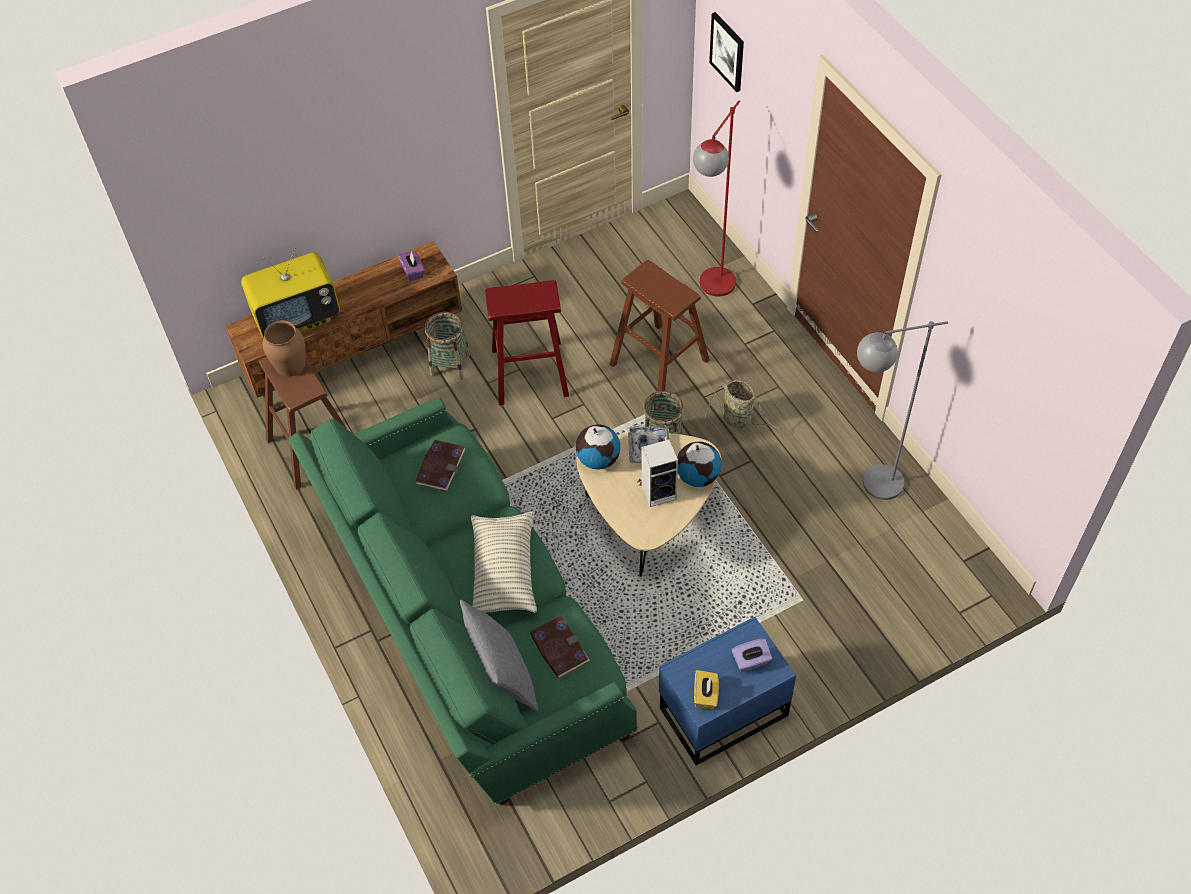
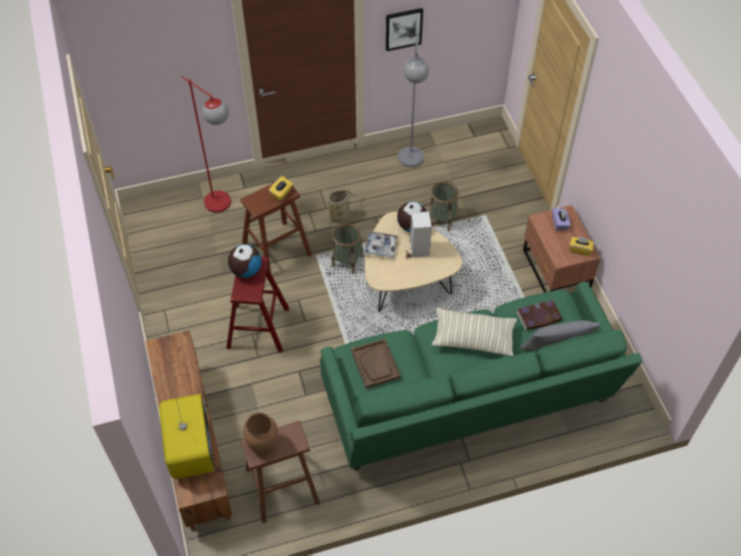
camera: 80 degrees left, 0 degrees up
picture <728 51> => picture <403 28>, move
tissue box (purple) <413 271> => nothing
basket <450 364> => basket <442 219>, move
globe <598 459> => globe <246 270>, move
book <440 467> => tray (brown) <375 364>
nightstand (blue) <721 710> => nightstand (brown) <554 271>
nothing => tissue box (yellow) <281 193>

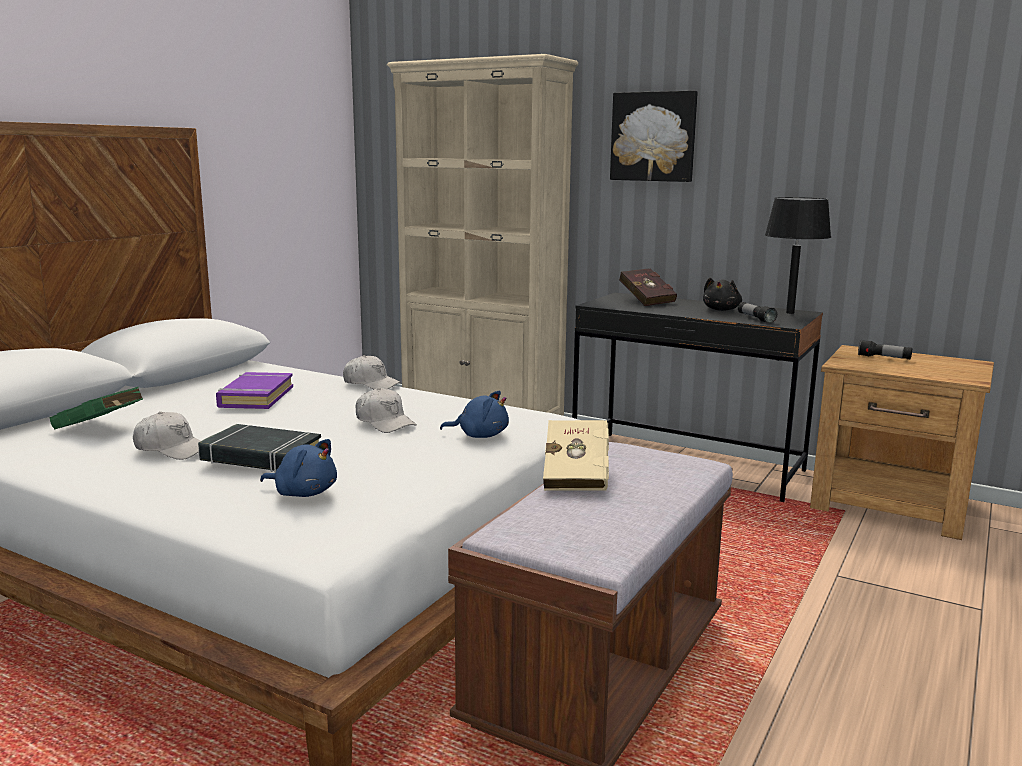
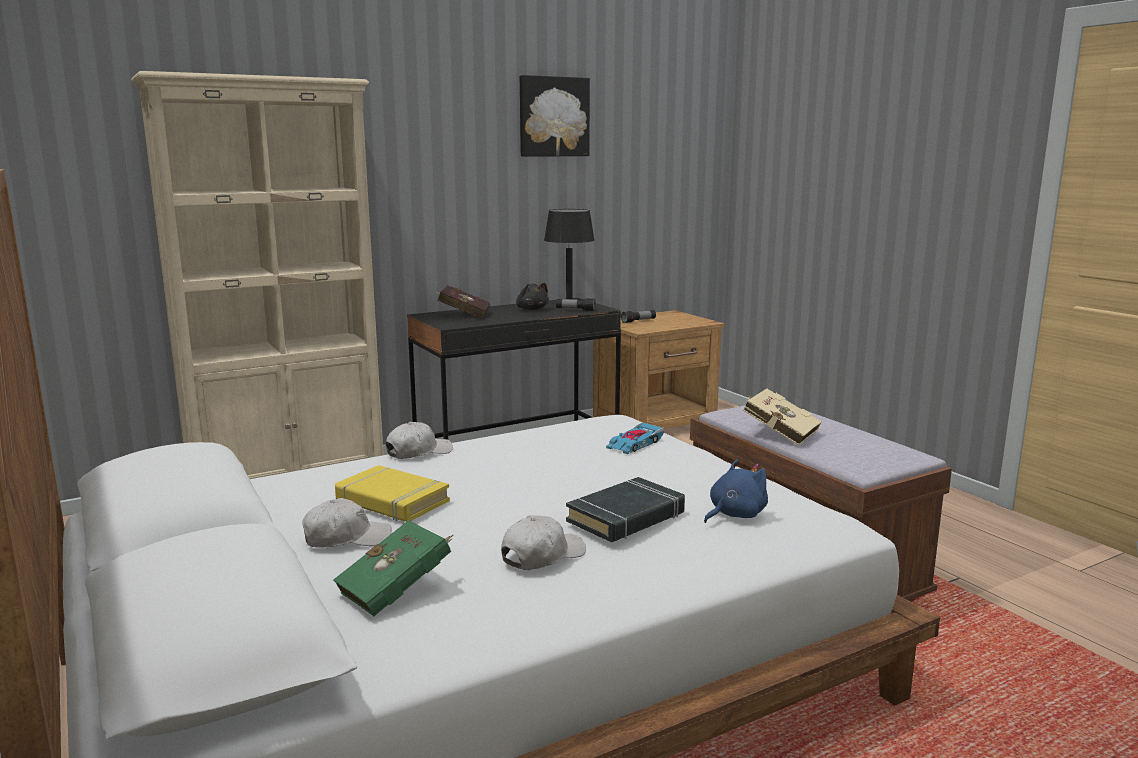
camera: 60 degrees left, 0 degrees up
picture <654 137> => picture <553 117>, move
book (purple) <256 397> => book (yellow) <391 501>
cap (white) <385 422> => cap (white) <346 538>, move
plush toy (blue) <480 435> => toy car <635 444>

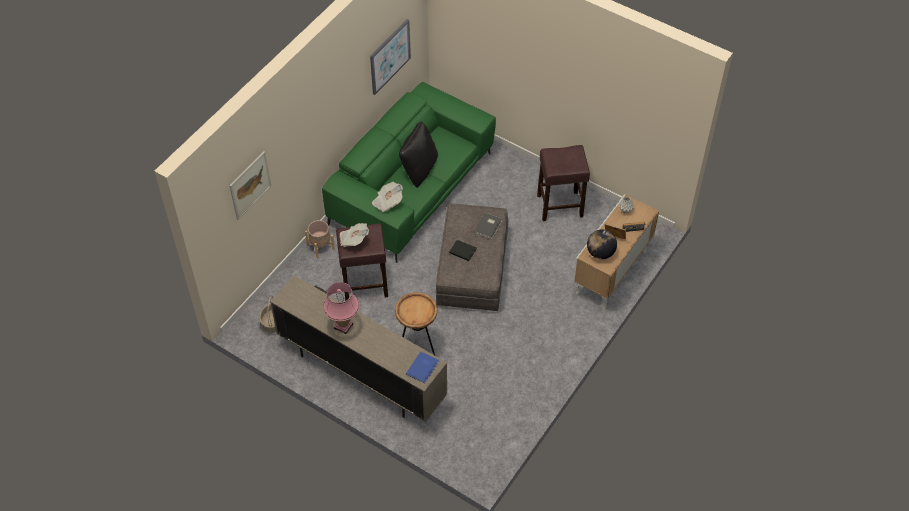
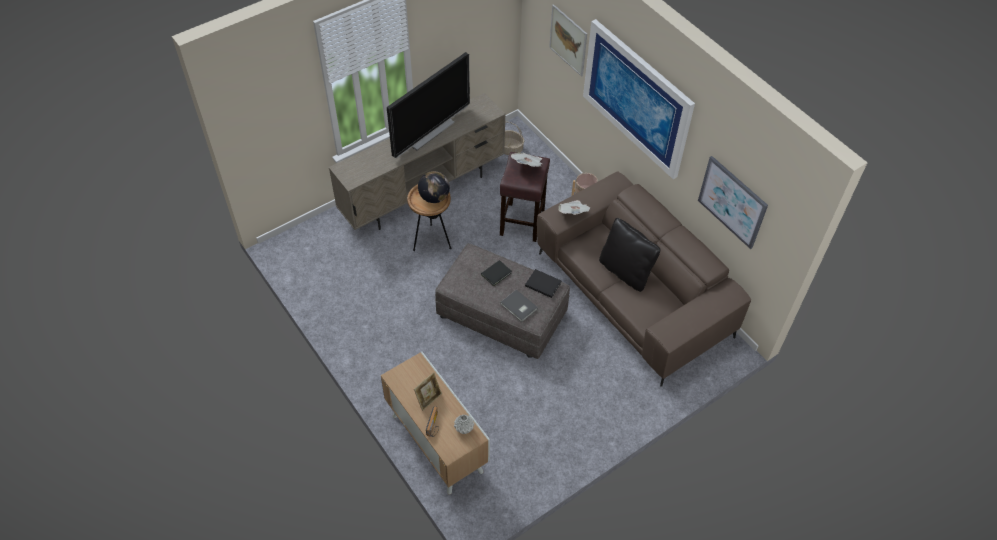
camera: 110 degrees right, 0 degrees up
sofa (green) <411 189> => sofa (brown) <633 295>
stool (brown) <560 206> => nothing
globe <600 253> => globe <434 197>, move
table lamp (pink) <343 326> => television <429 132>
book (blue) <423 368> => nothing
nothing => picture <636 98>
nothing => book (black) <543 283>

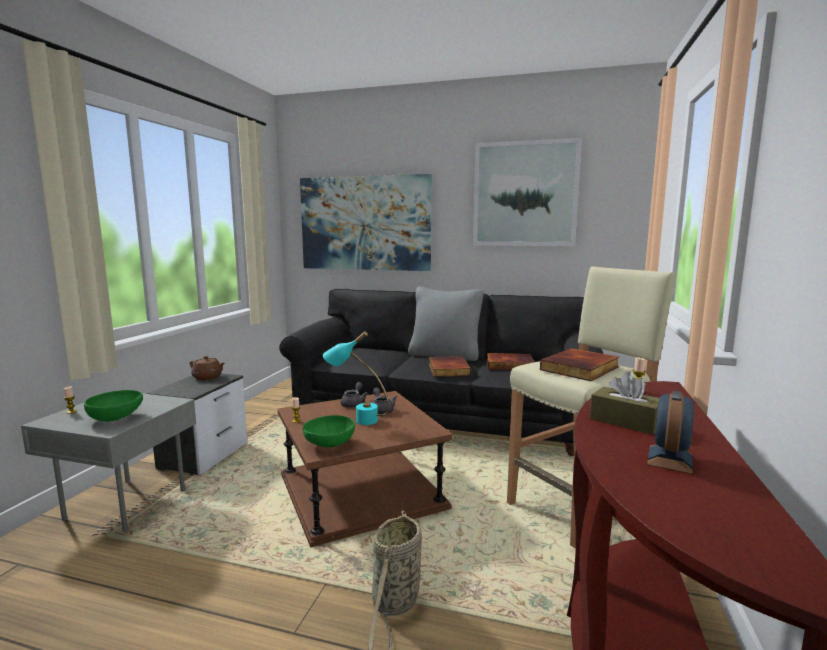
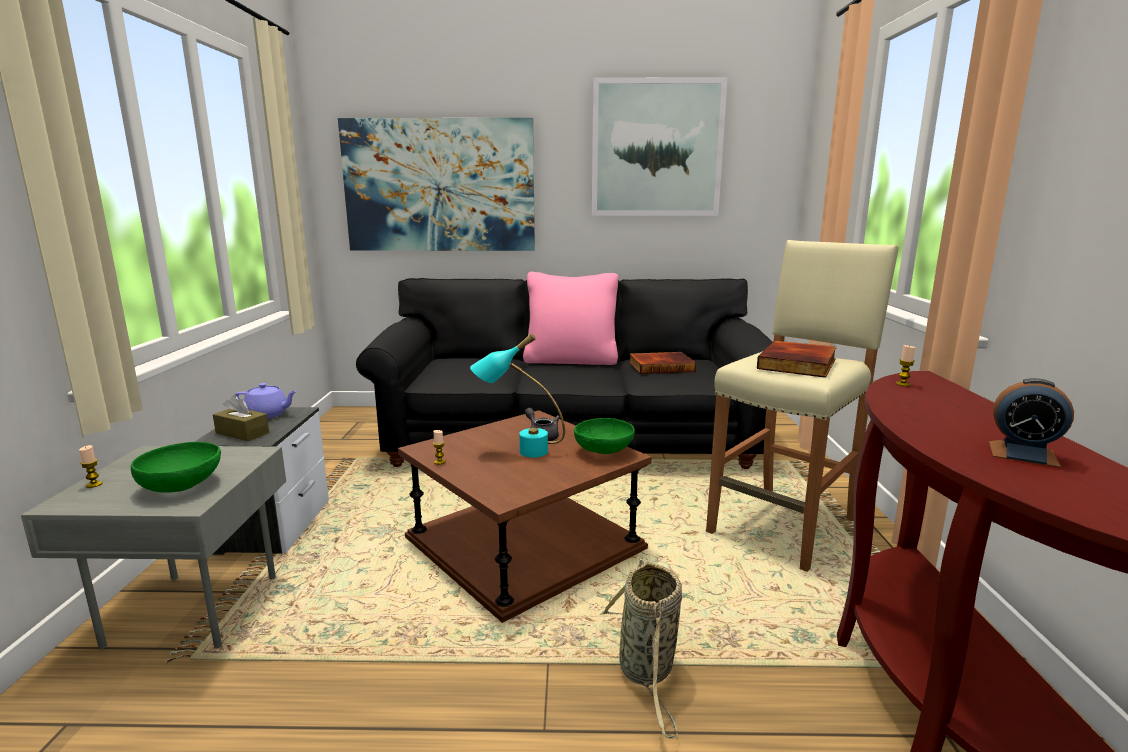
camera: 15 degrees left, 5 degrees up
pillow (grey) <445 355> => pillow (pink) <571 360>
teapot (brown) <208 377> => teapot (purple) <268 414>
book <447 369> => nothing
tissue box (brown) <625 422> => tissue box (brown) <242 433>, move
teapot (grey) <354 403> => nothing
alarm clock <670 459> => alarm clock <1023 454>, 75 degrees counterclockwise
bowl (green) <329 445> => bowl (green) <604 452>, move

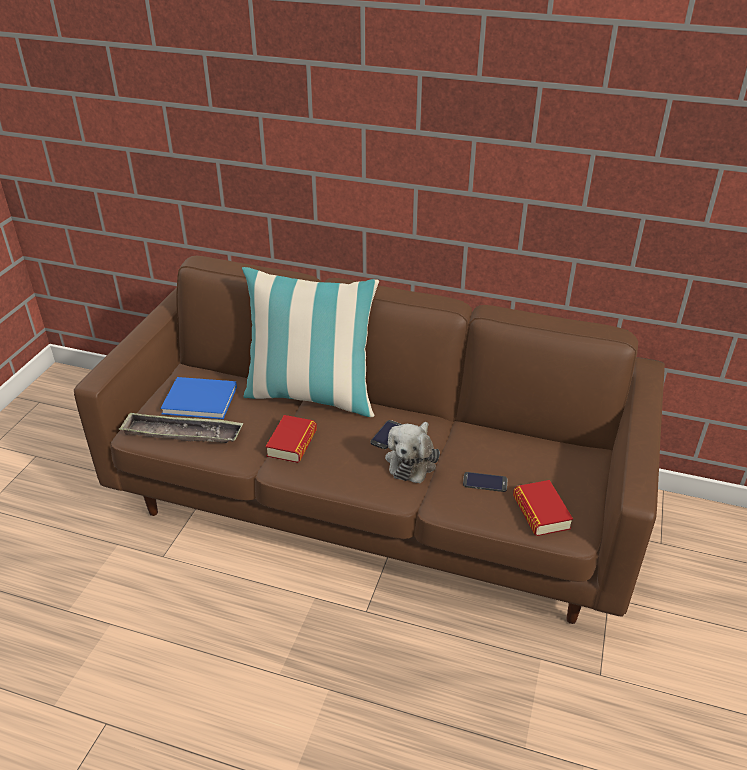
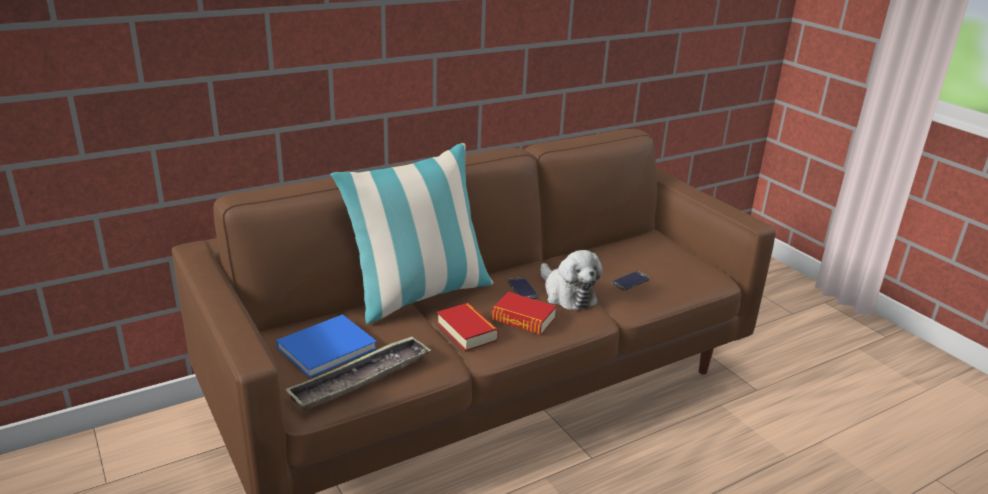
camera: 50 degrees left, 10 degrees down
book <541 512> => book <523 319>, move

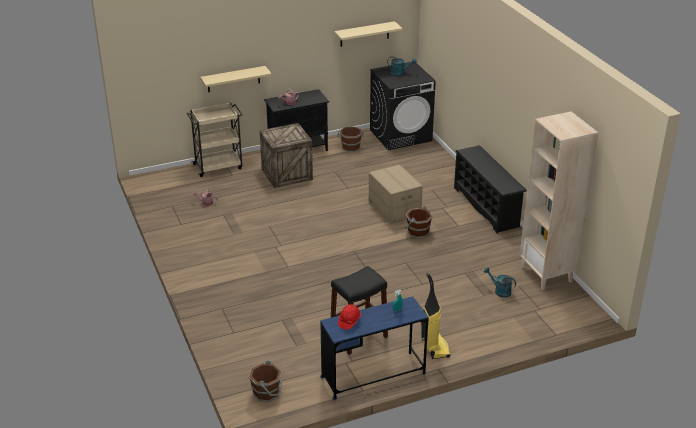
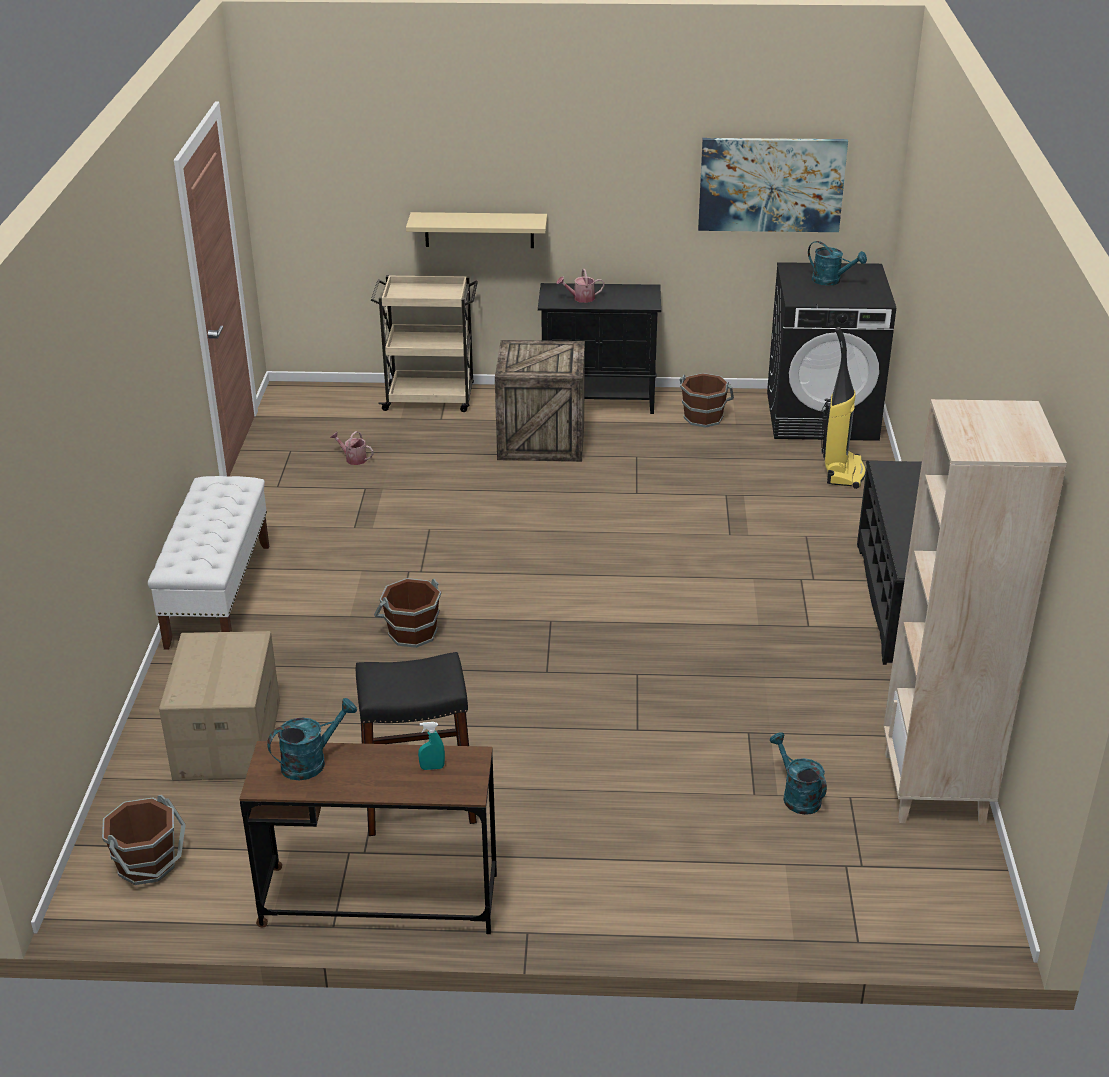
camera: 25 degrees right, 0 degrees up
shelf (beige) <364 34> => picture <771 184>
cardboard box <394 209> => cardboard box <226 739>, move
bucket (brown) <417 232> => bucket (brown) <412 632>, move
vacuum cleaner <434 347> => vacuum cleaner <842 472>, move
desk (blue) <373 376> => desk (brown) <380 900>
hard hat (red) <349 321> => watering can (turquoise) <311 761>
nothing => bench (white) <219 594>

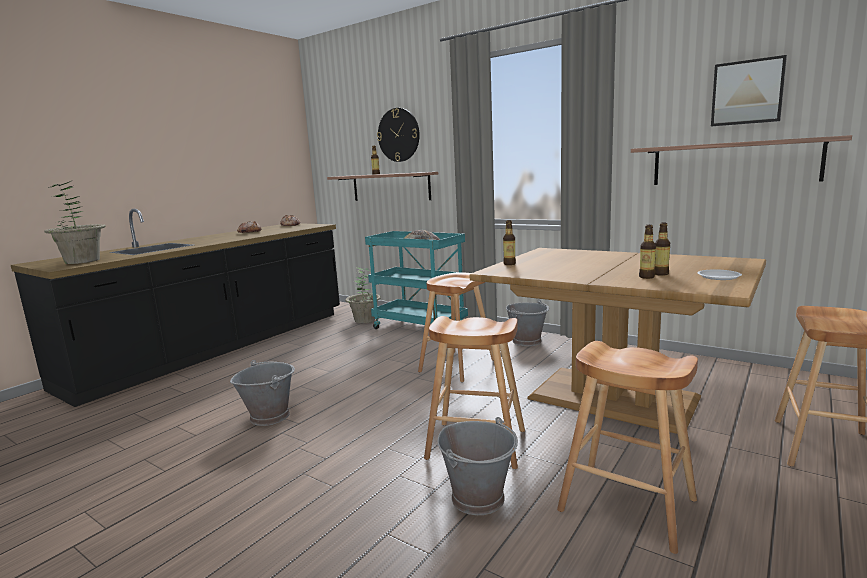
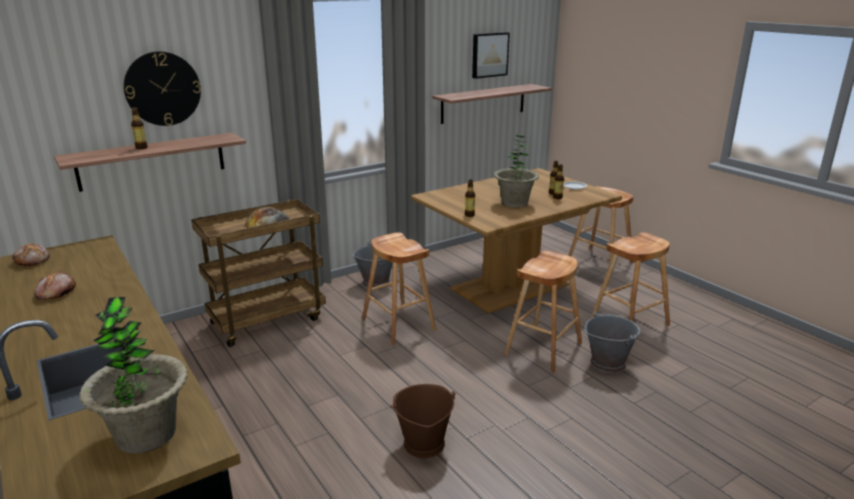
camera: 70 degrees left, 10 degrees up
cart (turquoise) <420 327> => cart (brown) <268 320>
potted plant <365 320> => potted plant <514 203>, move
bucket (grey) <270 416> => bucket (brown) <423 443>

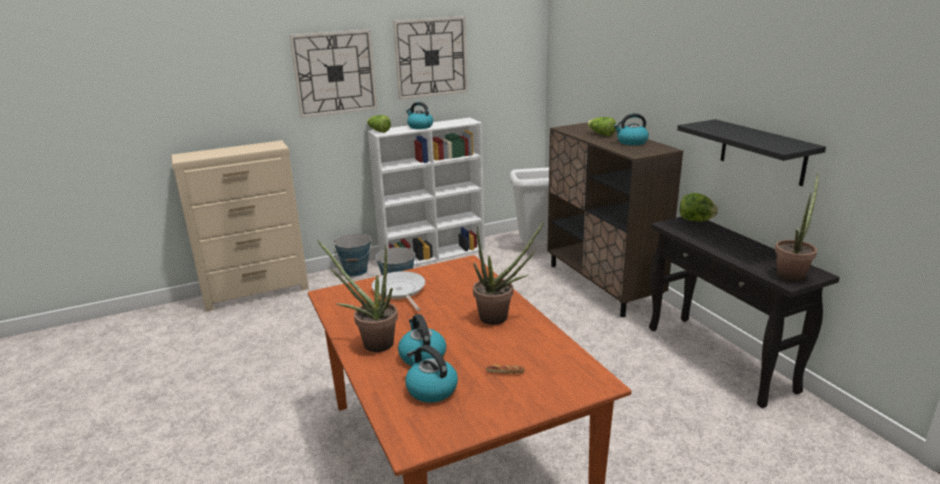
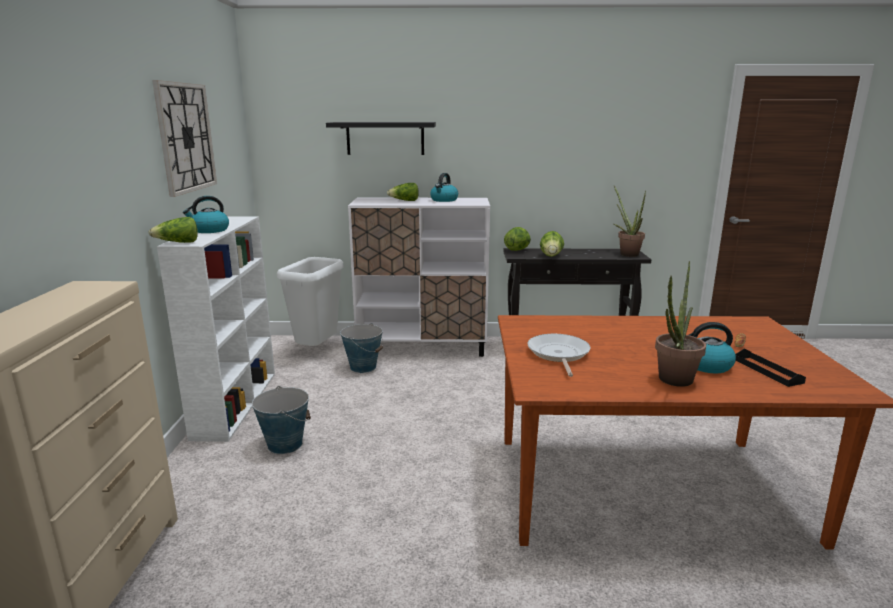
camera: 65 degrees left, 5 degrees down
wall clock <335 73> => nothing
shelf (black) <762 152> => shelf (black) <385 138>, move
cabinet (brown) <602 284> => cabinet (white) <423 347>
potted plant <500 317> => nothing
bucket <356 271> => bucket <363 367>, move
frying pan <400 291> => frying pan <558 354>, 90 degrees clockwise
kettle <431 389> => tray (black) <768 371>
nothing => lettuce <551 256>

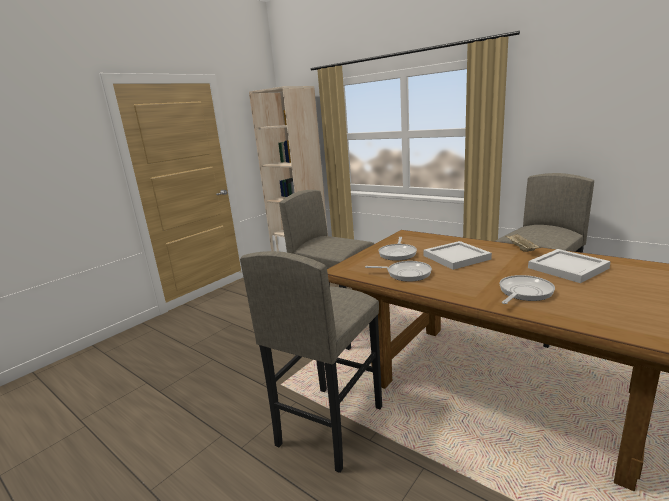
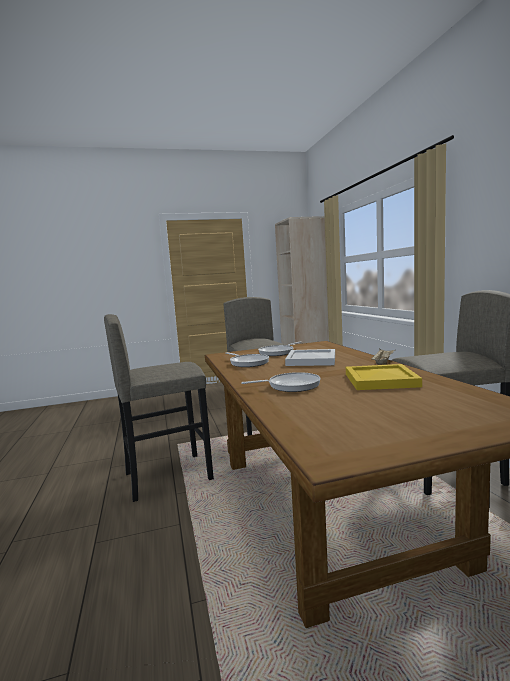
camera: 35 degrees right, 10 degrees down
tray (white) <569 268> => tray (yellow) <382 380>

